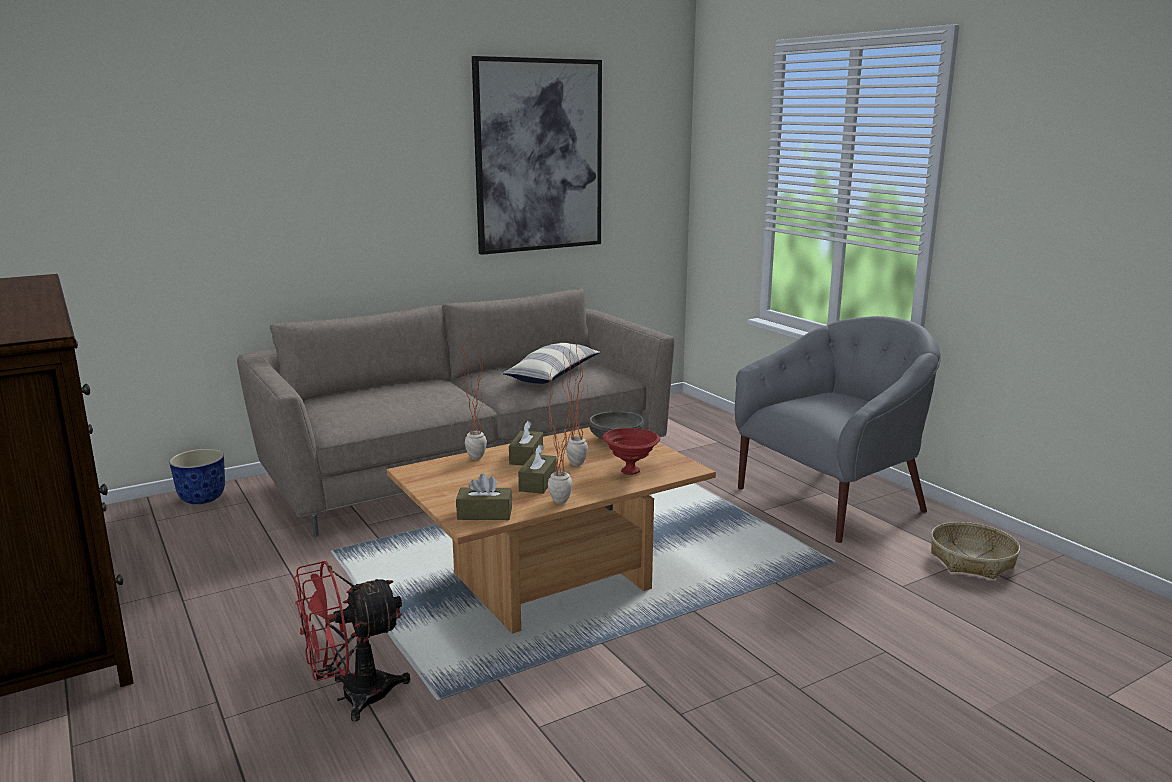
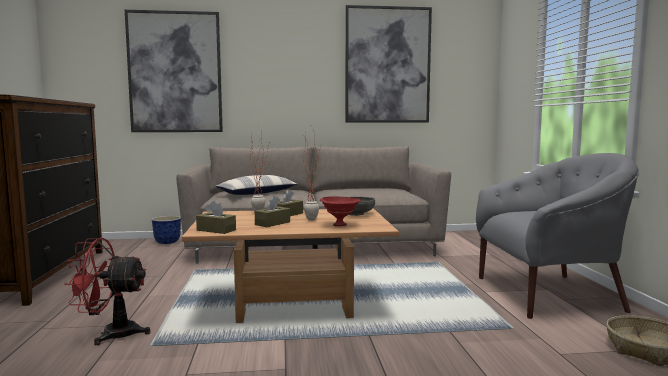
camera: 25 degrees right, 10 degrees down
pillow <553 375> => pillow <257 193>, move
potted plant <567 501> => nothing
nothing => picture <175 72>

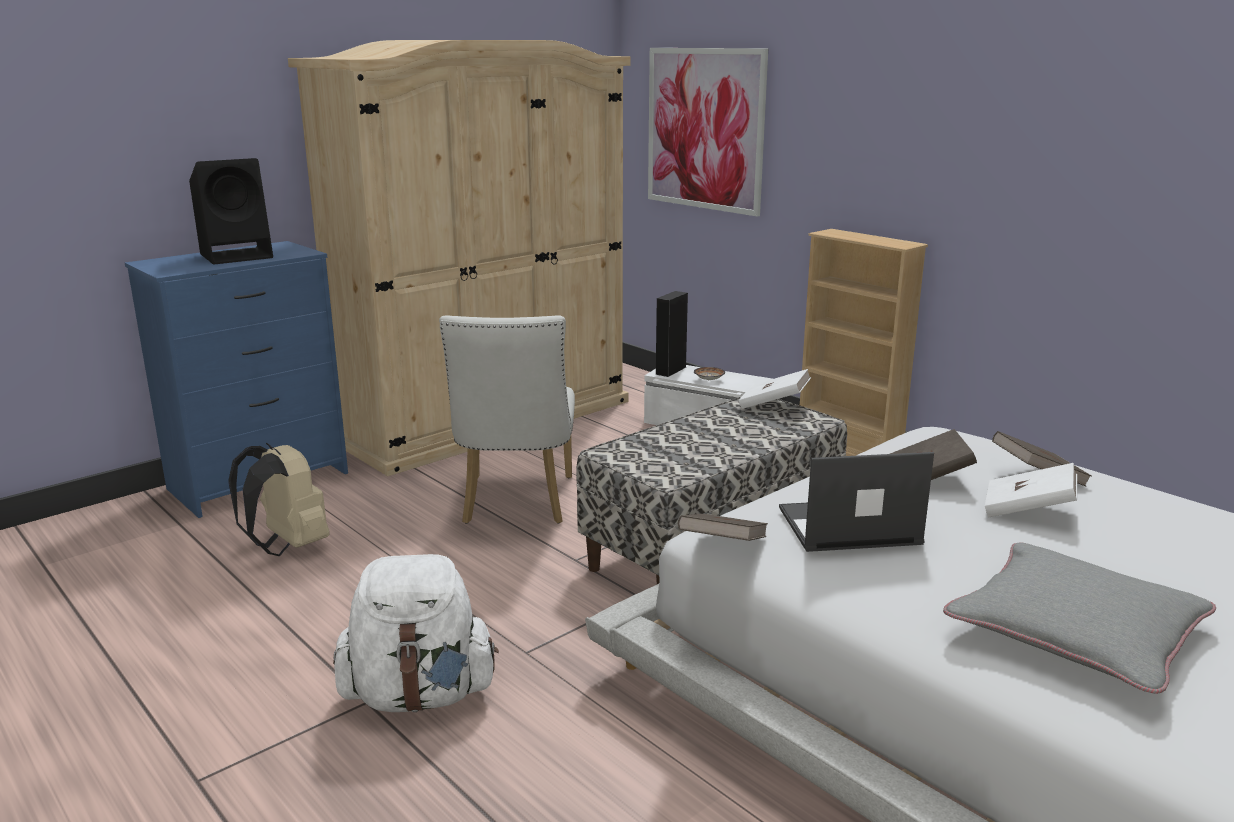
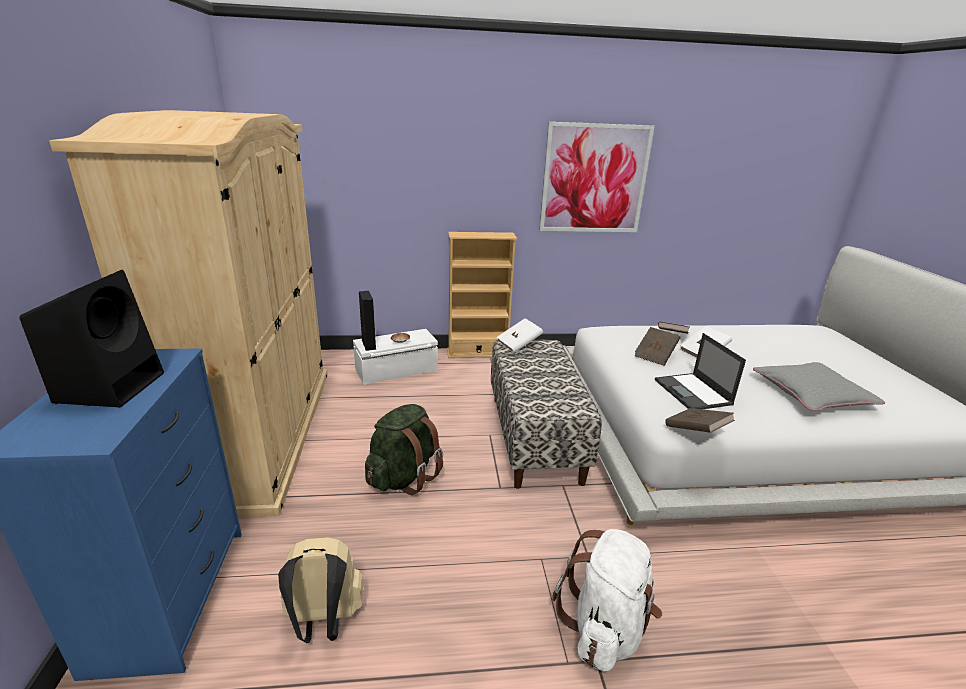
camera: 55 degrees left, 5 degrees up
picture <704 129> => picture <594 179>, move
chair (white) <516 504> => backpack (green) <403 477>
laptop <847 526> => laptop <693 392>, 45 degrees counterclockwise

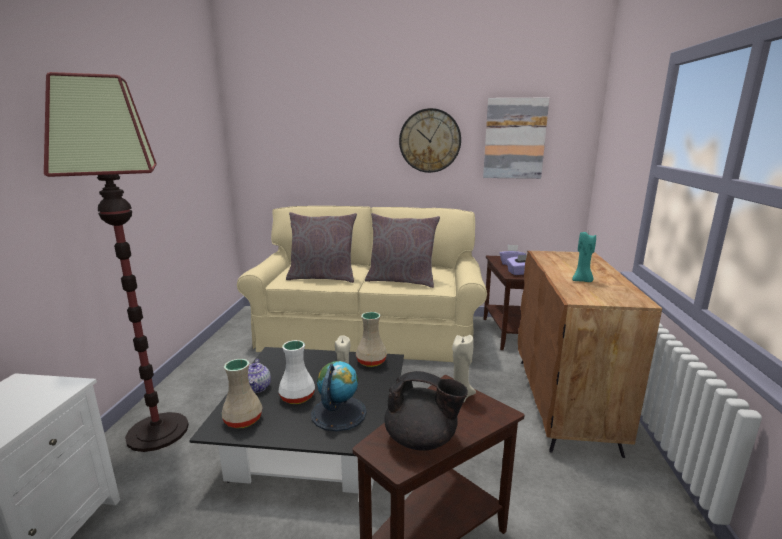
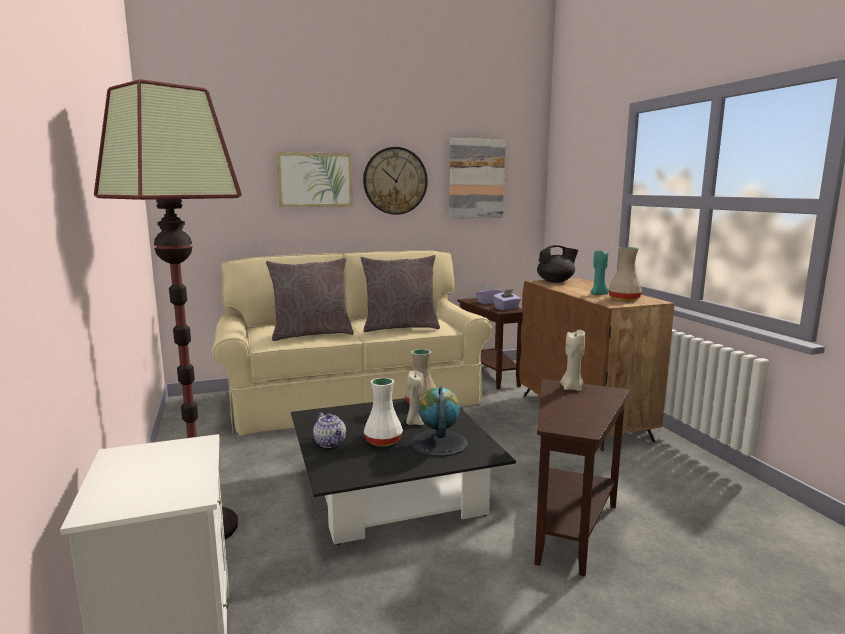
camera: 25 degrees left, 5 degrees down
vase (beige) <244 419> => vase (beige) <624 299>, move
teapot (black) <422 440> => teapot (black) <556 281>, move
nothing => picture <315 180>

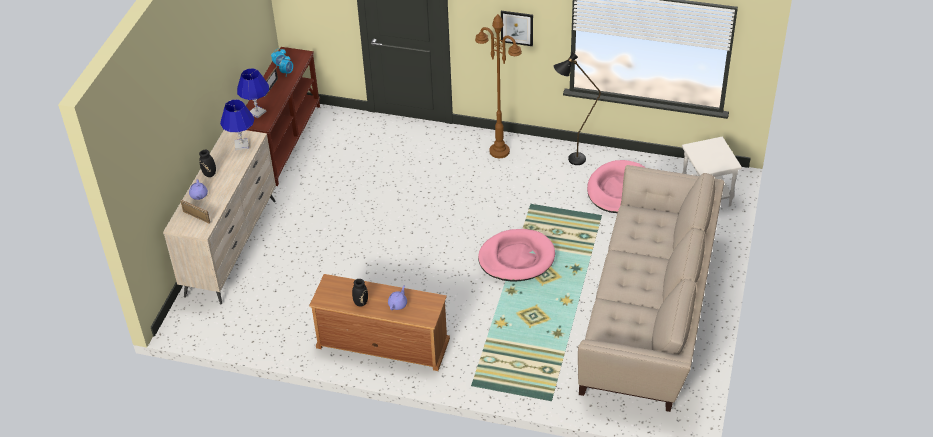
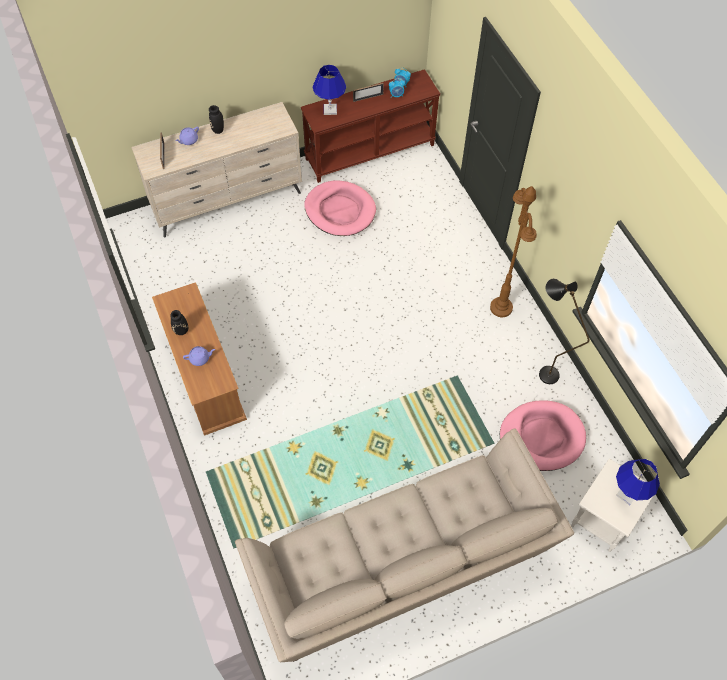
camera: 50 degrees right, 15 degrees up
picture <517 28> => nothing
table lamp (blue) <241 145> => table lamp (blue) <627 494>, move
dog bed (pink) <516 258> => dog bed (pink) <340 210>, move

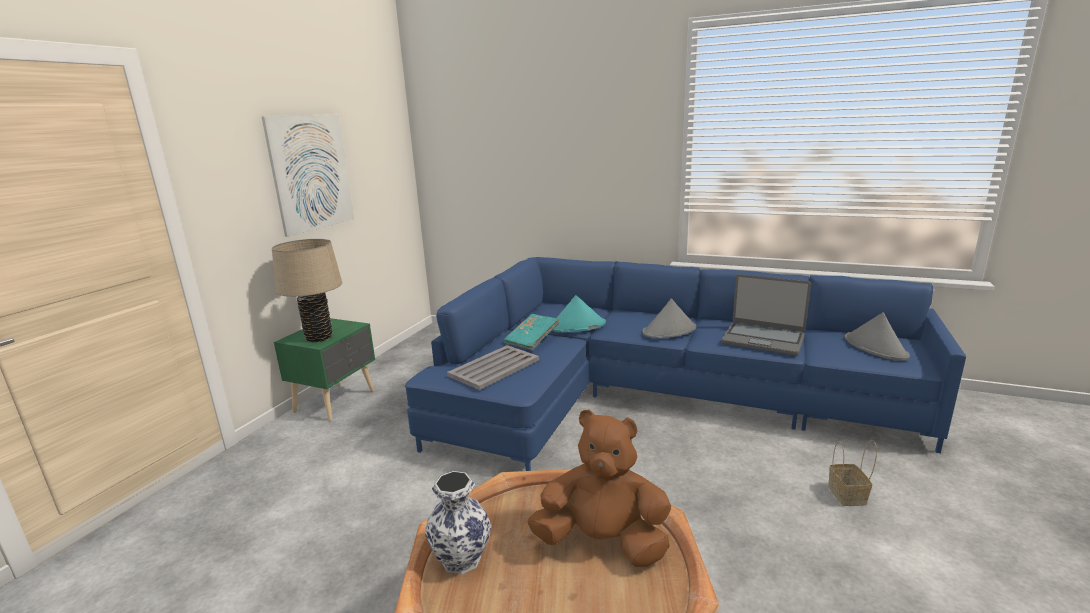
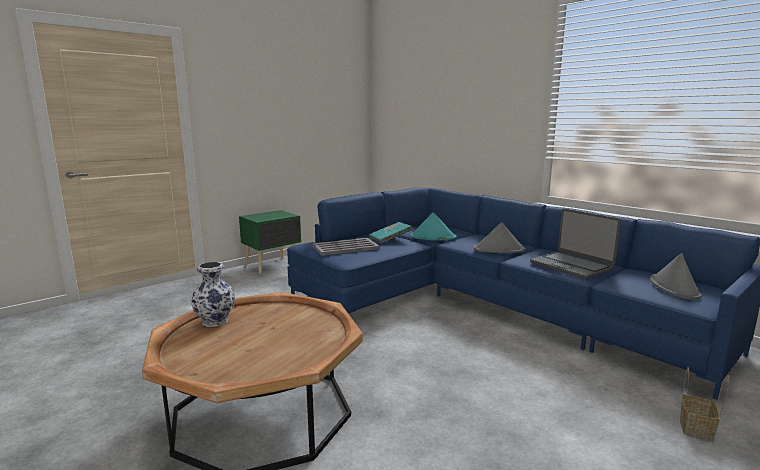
camera: 25 degrees right, 5 degrees down
picture <311 173> => nothing
table lamp (beige) <319 337> => nothing
plush toy (brown) <603 542> => nothing
basket <848 496> => basket <697 429>, move

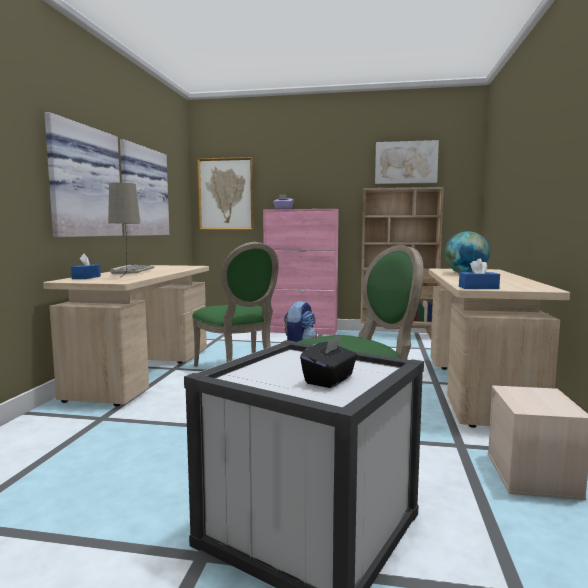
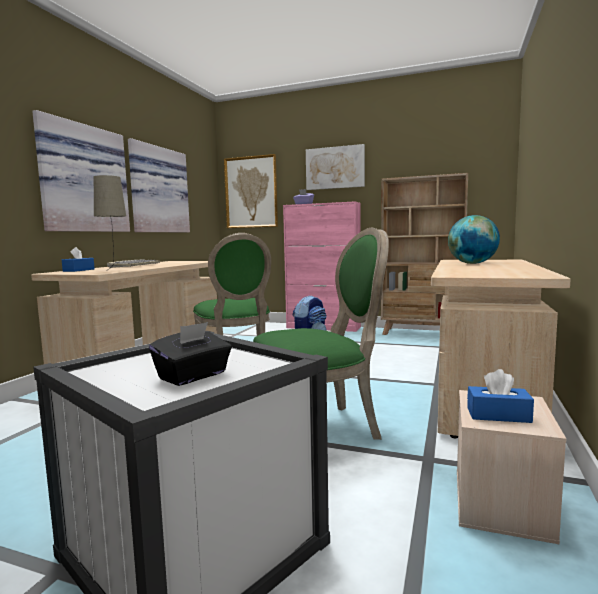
camera: 10 degrees right, 0 degrees up
picture <406 162> => picture <335 168>, move
tissue box (blue) <478 287> => tissue box (blue) <498 415>, move

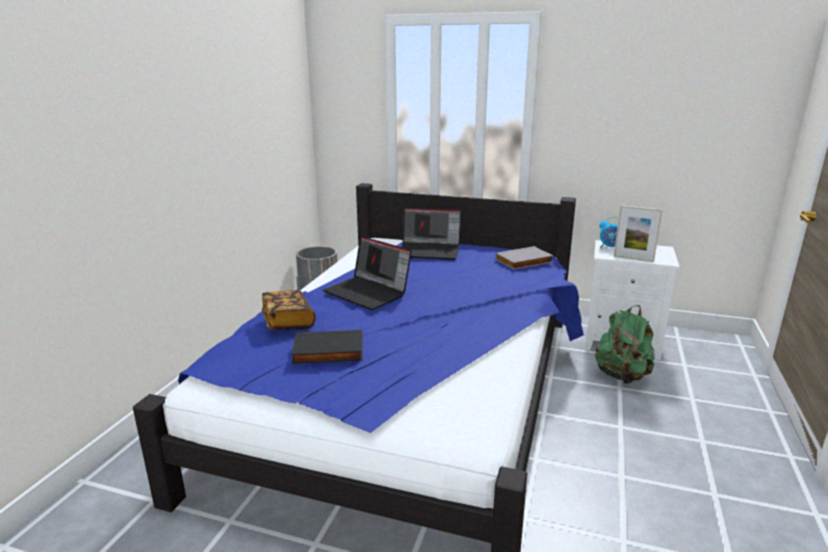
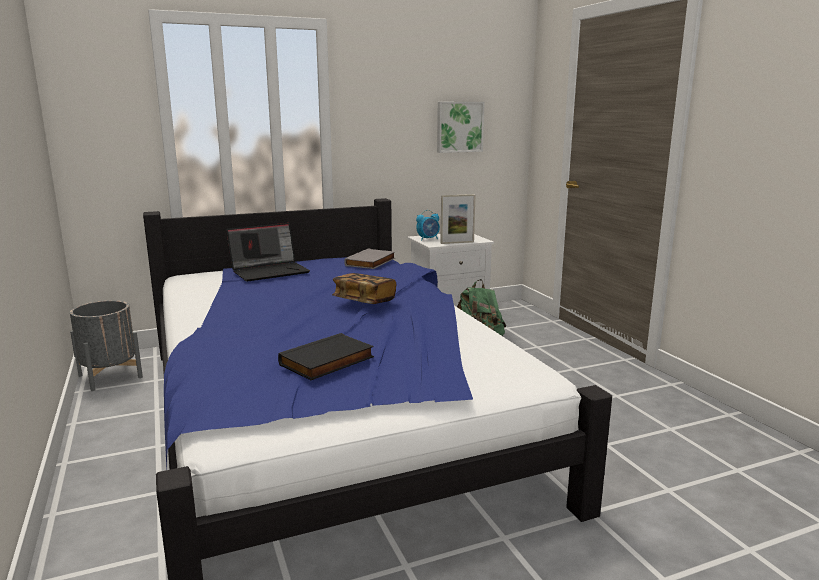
camera: 40 degrees left, 5 degrees down
laptop <368 292> => nothing
book <288 322> => book <364 301>, move
nothing => picture <459 127>

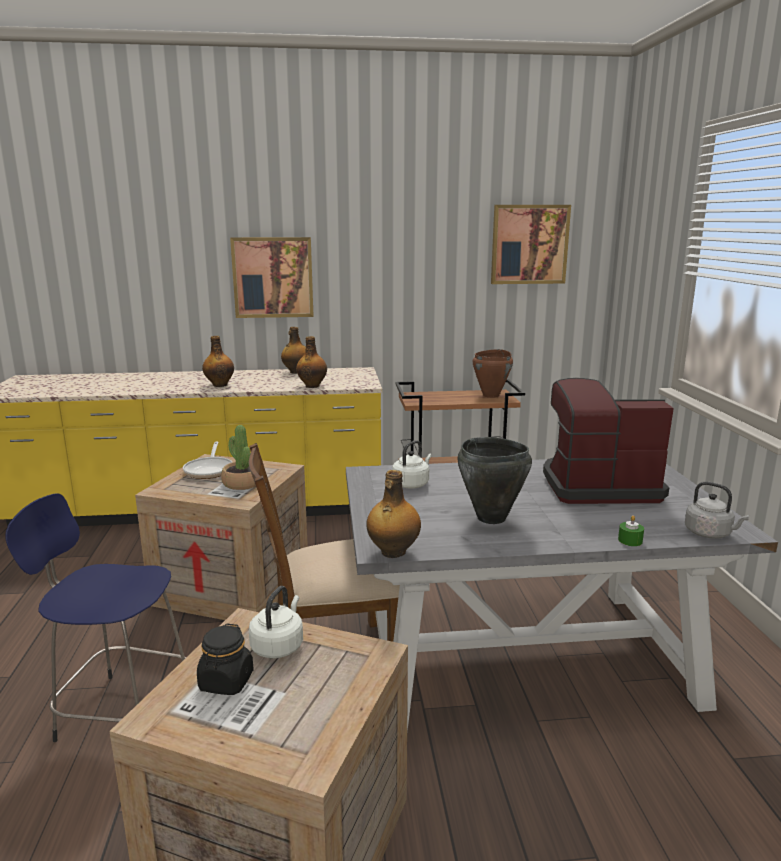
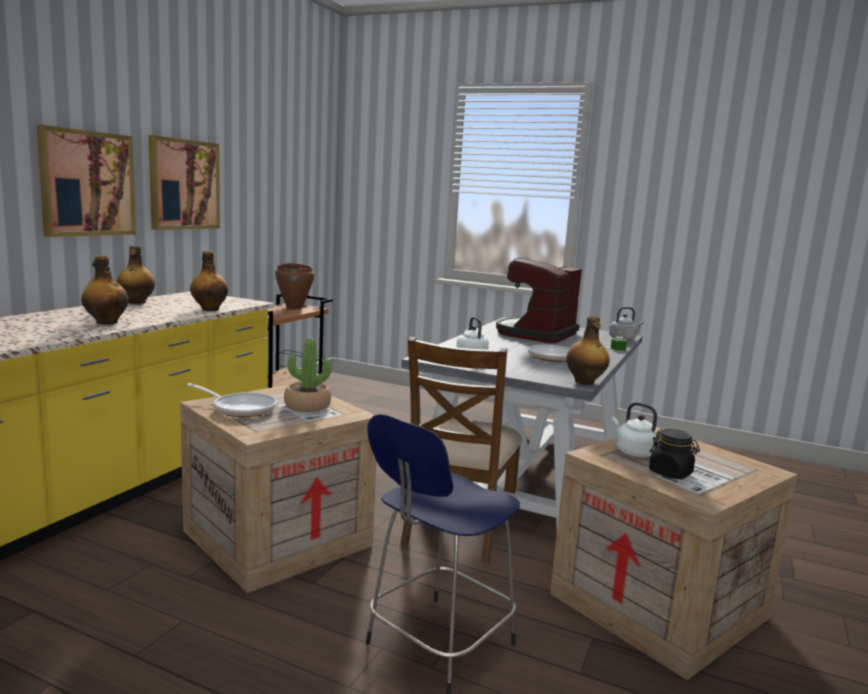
camera: 60 degrees left, 5 degrees down
picture <529 244> => picture <184 184>, move
cooking pot (black) <491 518> => frying pan <556 357>

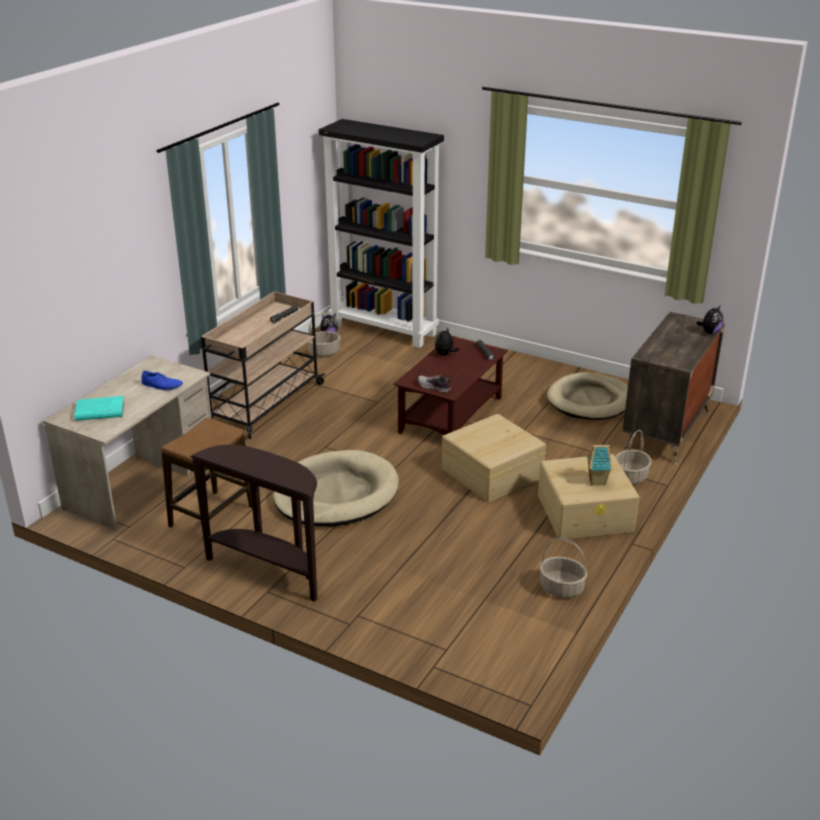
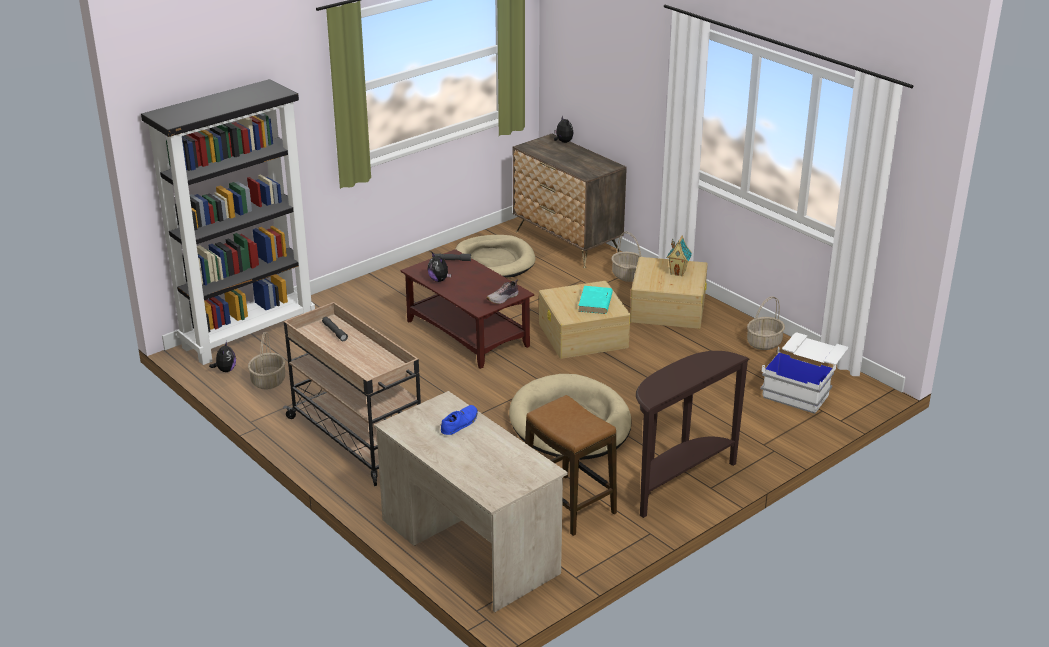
camera: 70 degrees left, 0 degrees up
book (turquoise) <99 412> => book (turquoise) <595 302>, move
nothing => storage box (white) <803 387>

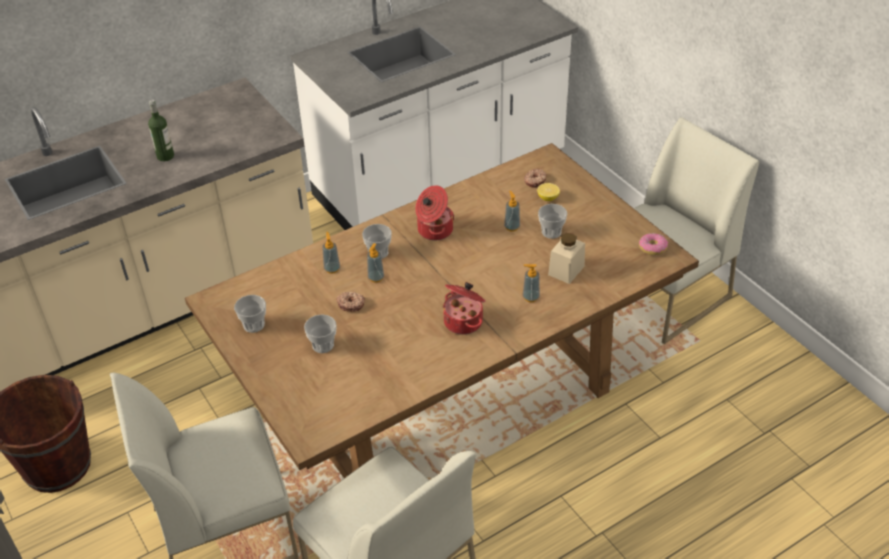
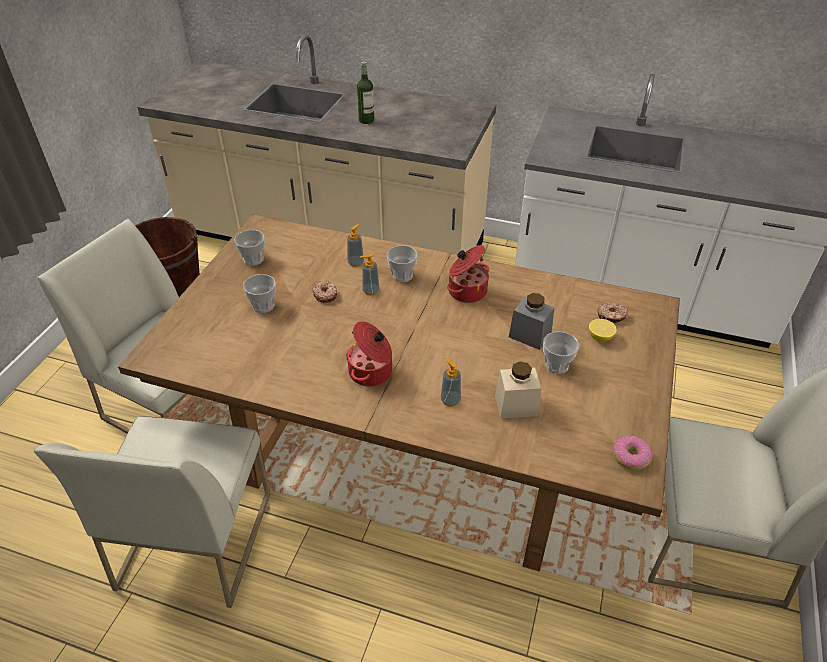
camera: 50 degrees right, 0 degrees up
soap dispenser <512 227> => jar (grey) <529 335>

